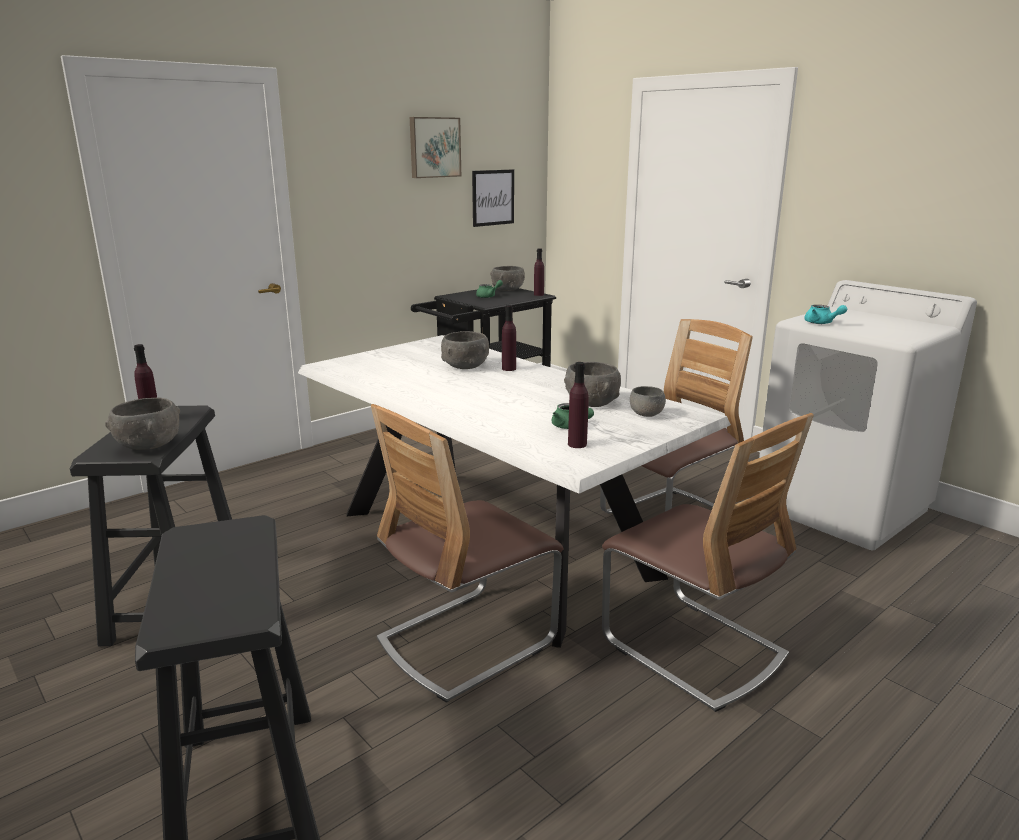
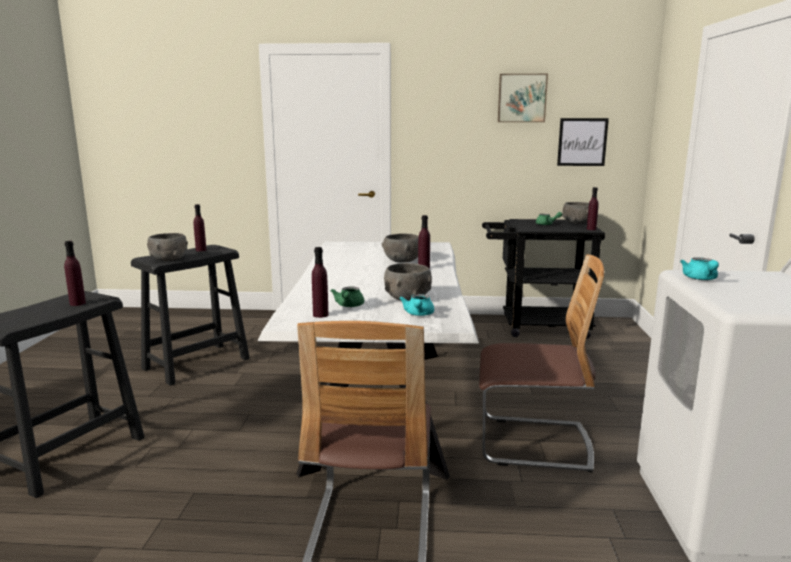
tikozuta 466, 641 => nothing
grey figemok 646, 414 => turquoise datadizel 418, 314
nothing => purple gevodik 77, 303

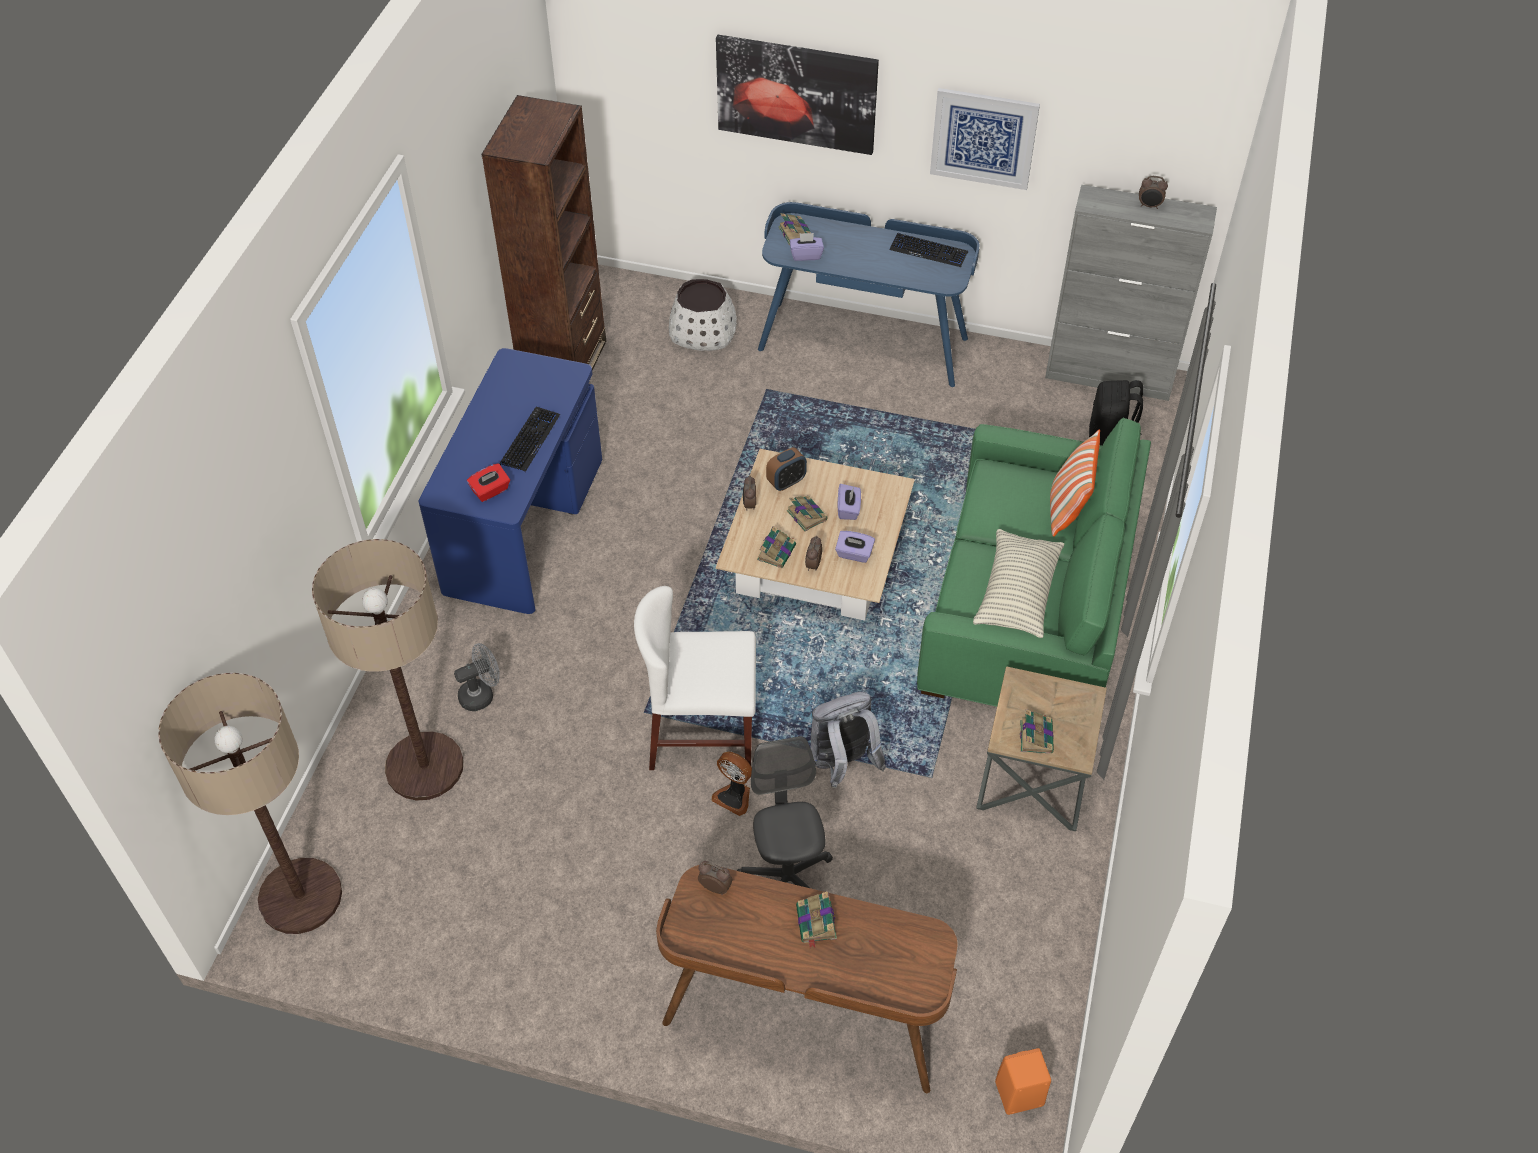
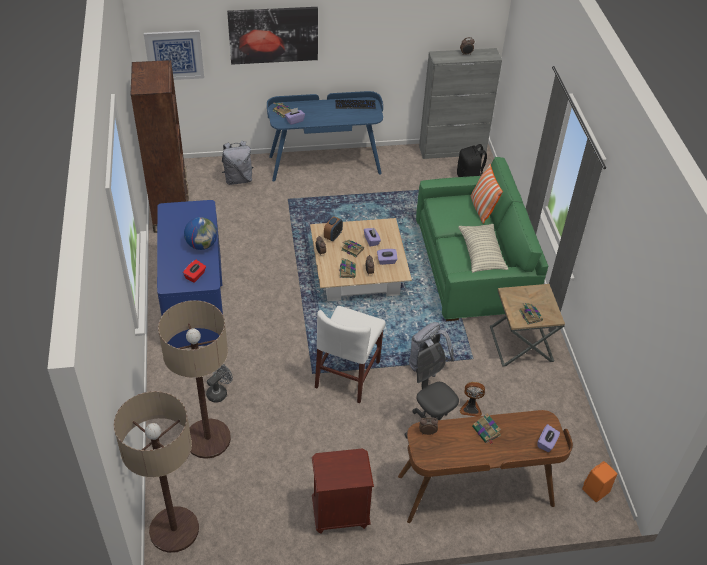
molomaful 530, 440 => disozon 202, 245
white tikozuta 701, 733 => white tikozuta 347, 374, 45 degrees counterclockwise
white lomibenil 702, 331 => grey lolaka 238, 179
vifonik 734, 796 => vifonik 471, 408, shifted
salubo 983, 138 => salubo 174, 55, shifted
nothing => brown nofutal 340, 514
nothing => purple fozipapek 547, 443

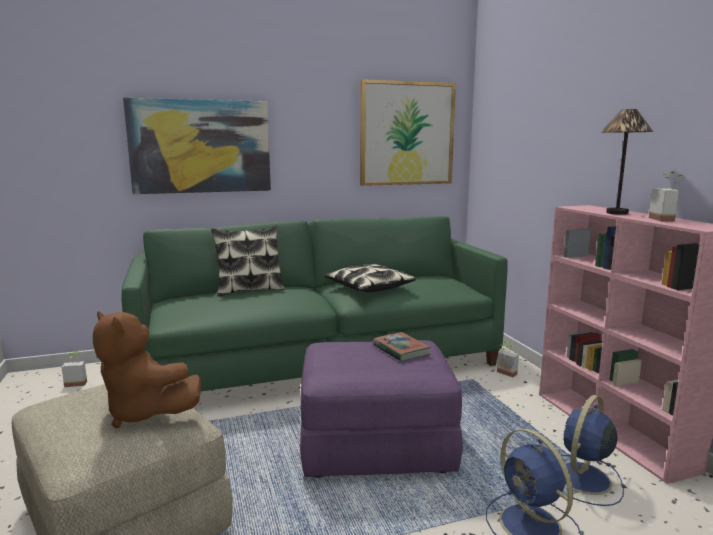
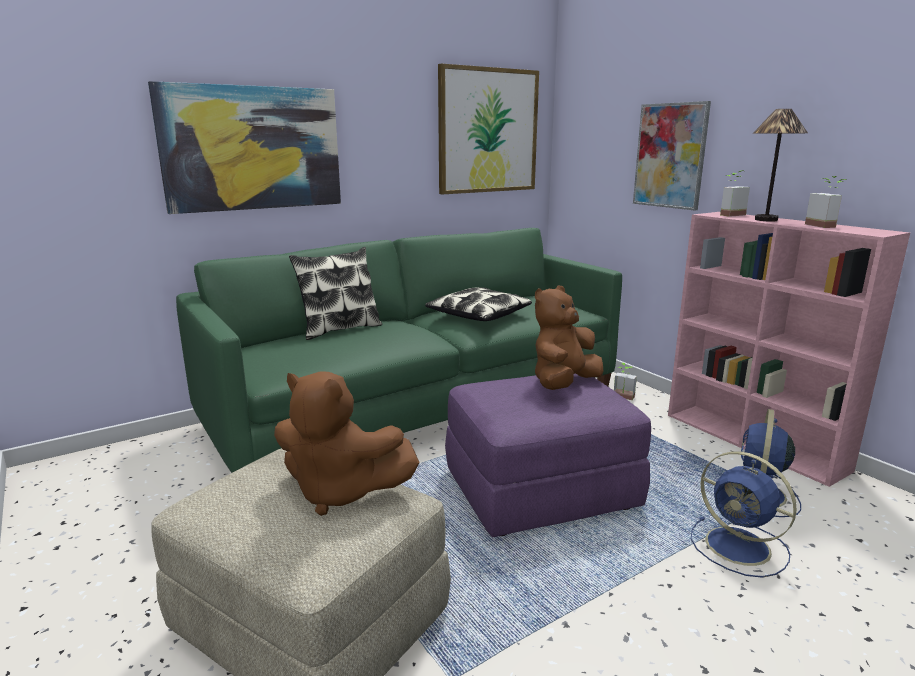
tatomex 77, 382 => tatomex 728, 214, shifted
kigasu 401, 350 => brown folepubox 563, 384
nothing => salubo 670, 156

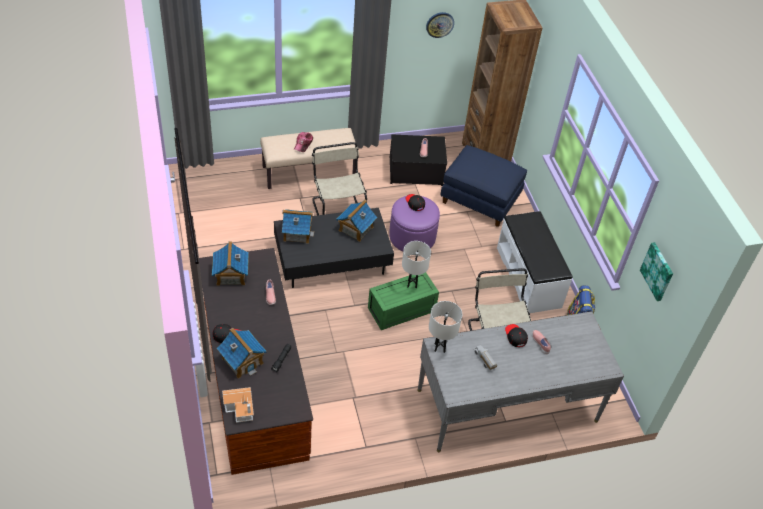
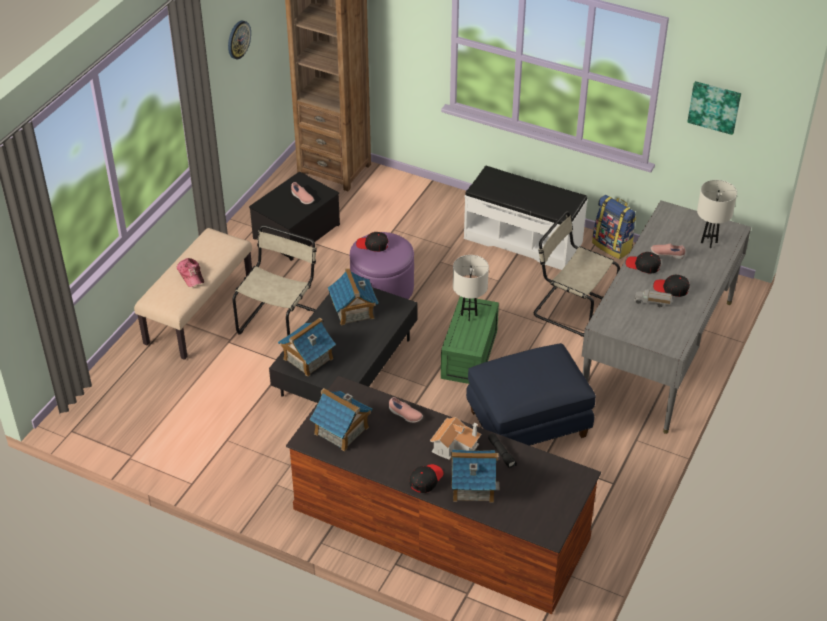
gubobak 241, 408 => gubobak 455, 445, shifted
beige tikozuta 337, 209 => beige tikozuta 280, 322, 90 degrees clockwise
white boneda 439, 348 => white boneda 709, 242, shifted
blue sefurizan 480, 200 => blue sefurizan 528, 423, shifted
nothing => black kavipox 671, 288

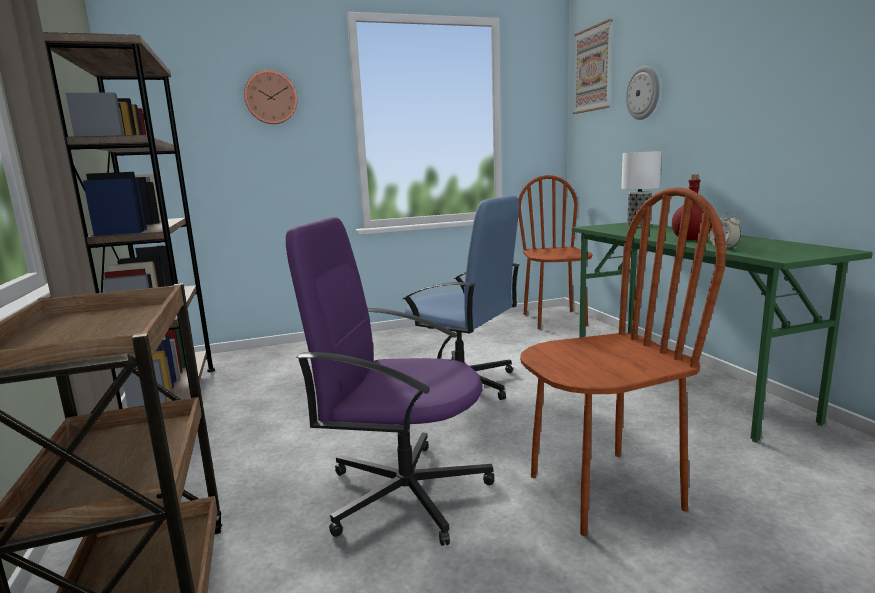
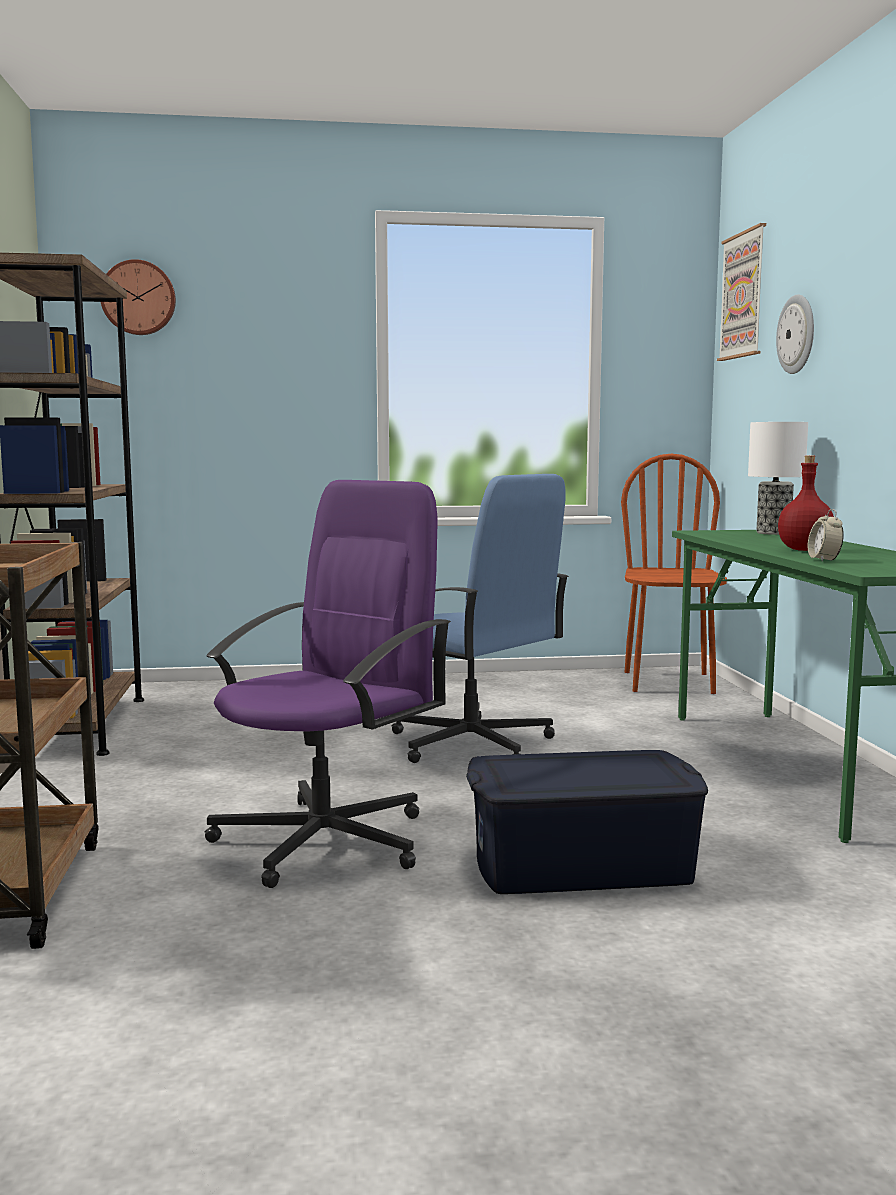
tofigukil 271, 97 => tofigukil 138, 298, shifted
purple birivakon 404, 492 => purple birivakon 326, 840, 105 degrees clockwise
brown tikozuta 603, 491 => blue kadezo 583, 866

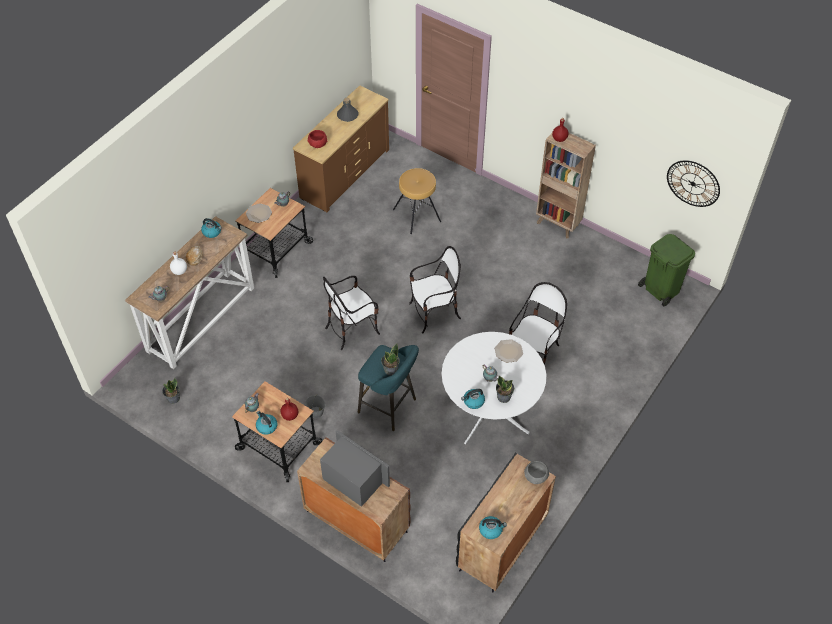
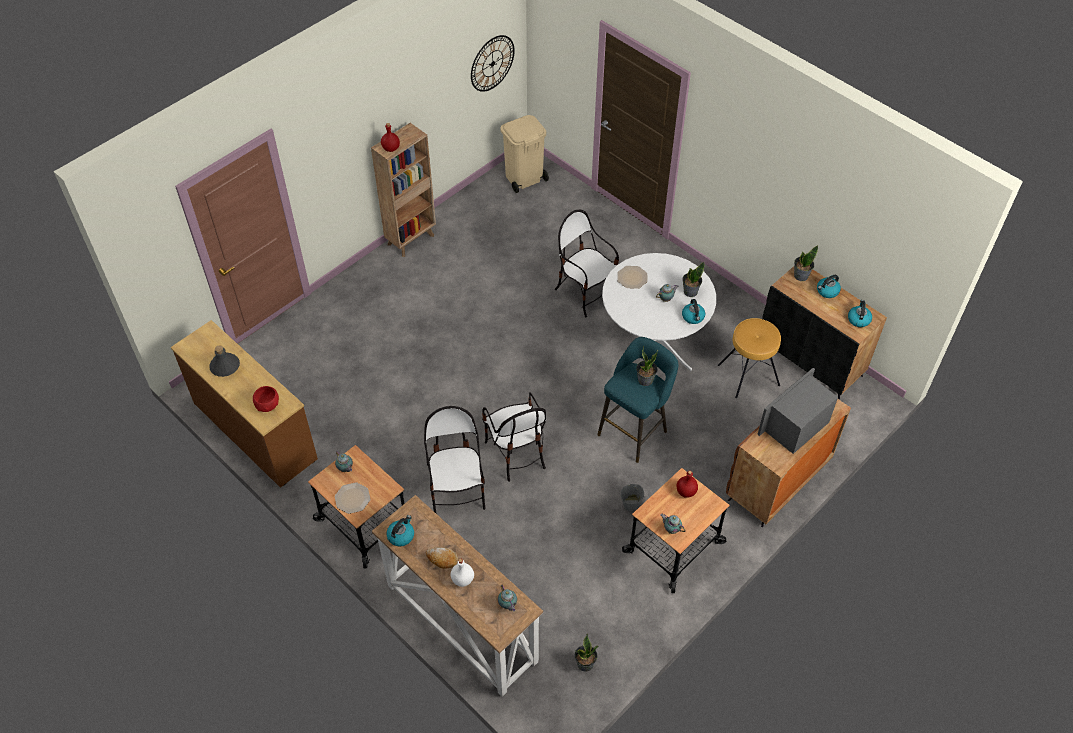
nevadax 266, 426 => nevadax 827, 291, shifted
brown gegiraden 417, 215 => brown gegiraden 748, 374, shifted
tikozuta 434, 313 => tikozuta 457, 491, shifted
grey figemok 535, 477 => tatomex 800, 275
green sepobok 660, 289 => beige sepobok 524, 178

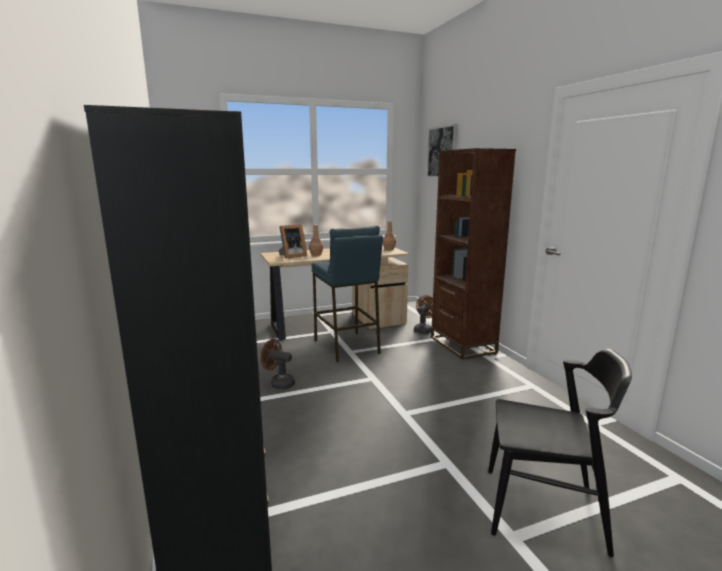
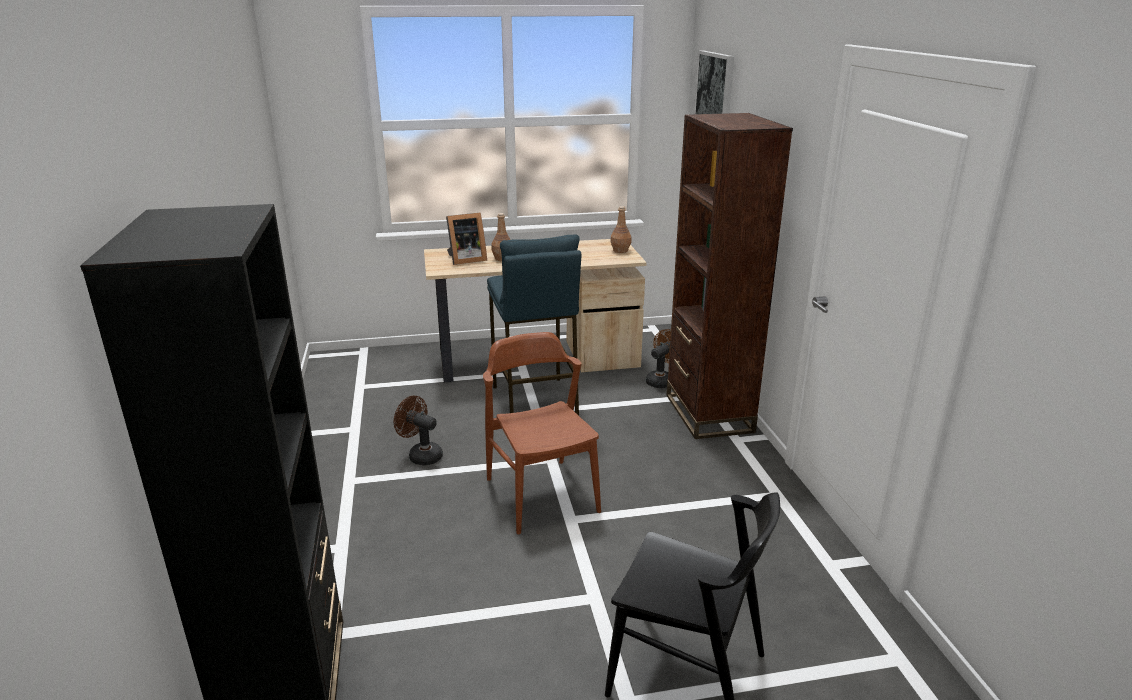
nothing => brown tikozuta 541, 494

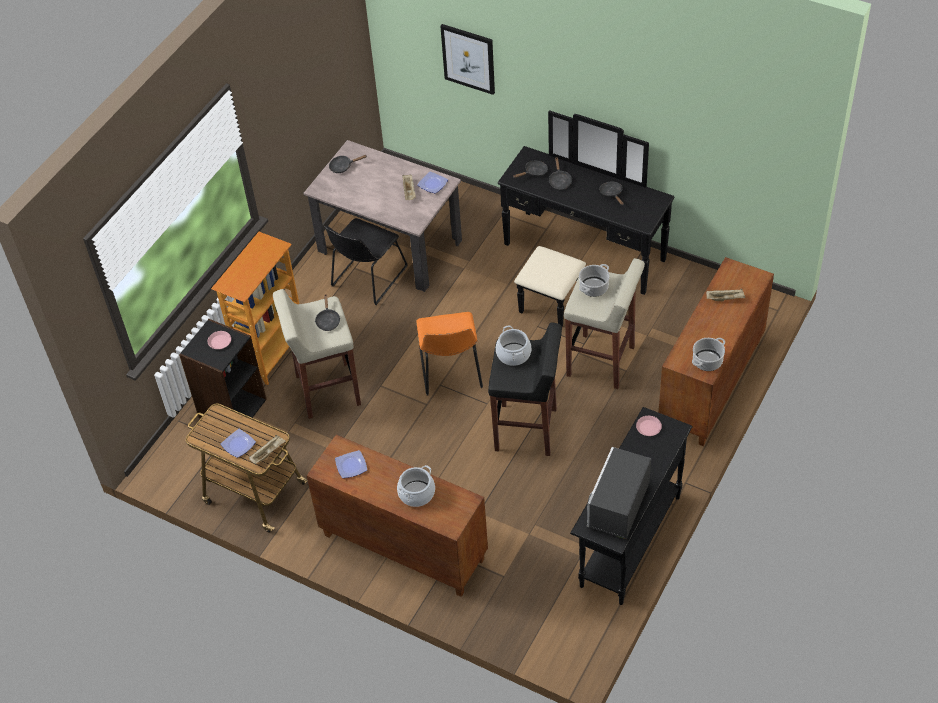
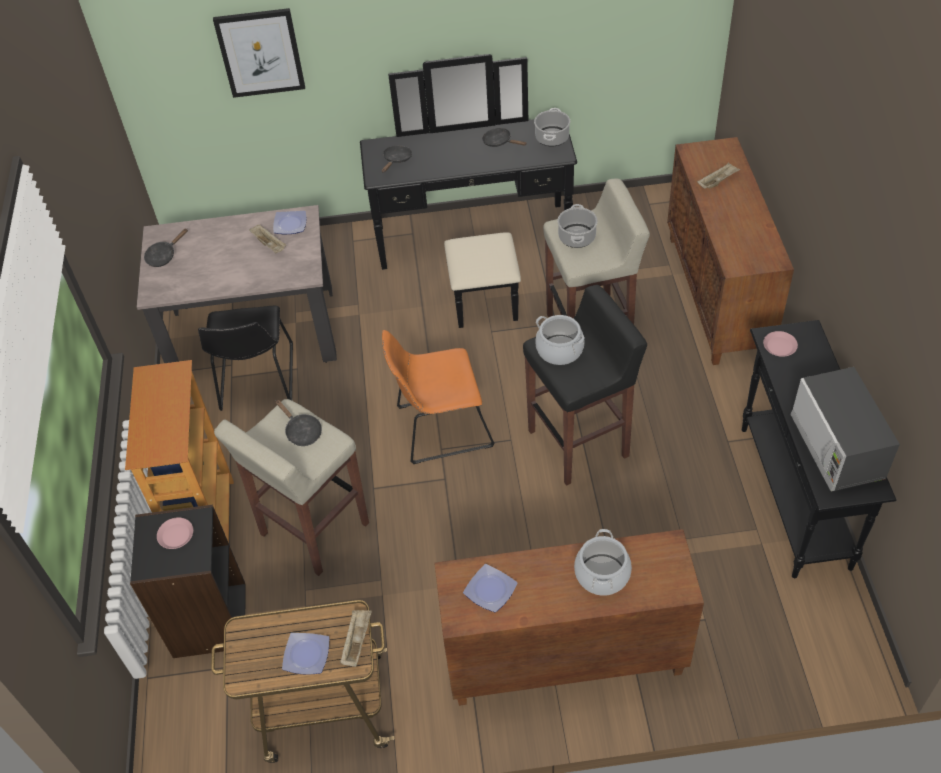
orange tikozuta 451, 371 => orange tikozuta 440, 427, 120 degrees clockwise
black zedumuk 559, 181 => nothing
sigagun 707, 361 => sigagun 552, 137, shifted

